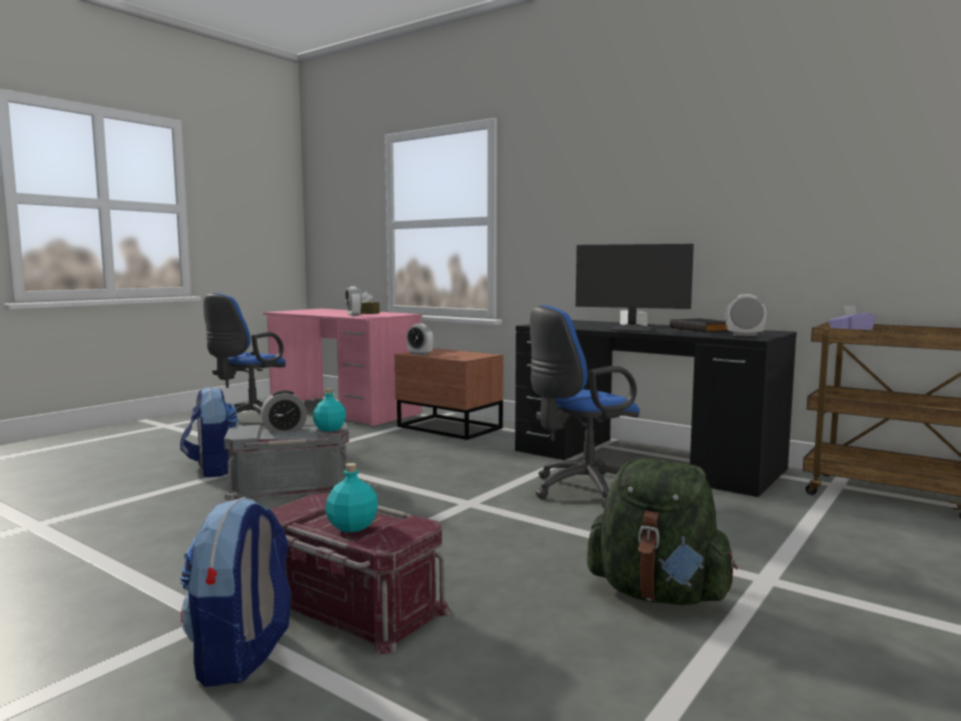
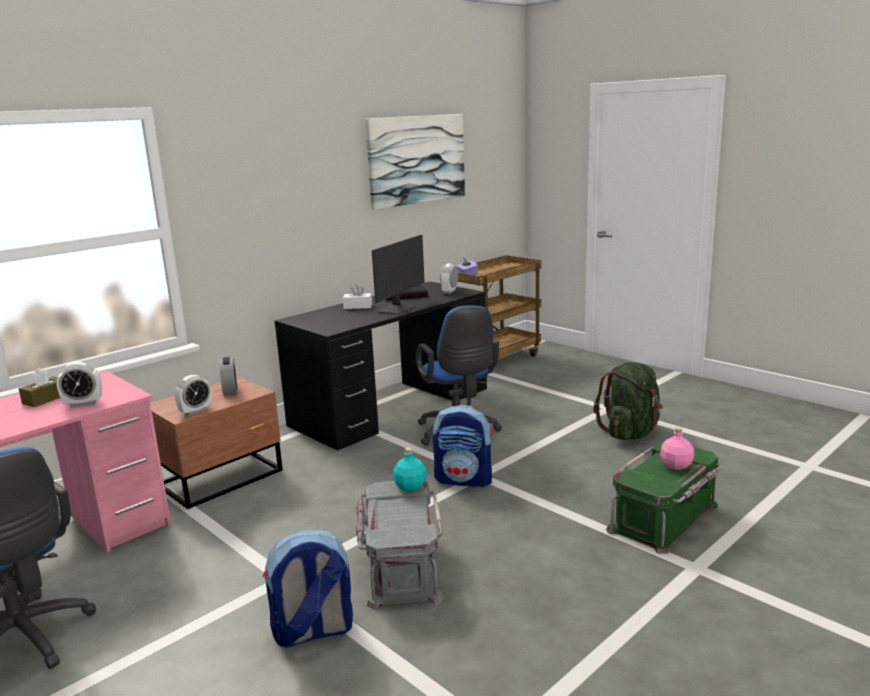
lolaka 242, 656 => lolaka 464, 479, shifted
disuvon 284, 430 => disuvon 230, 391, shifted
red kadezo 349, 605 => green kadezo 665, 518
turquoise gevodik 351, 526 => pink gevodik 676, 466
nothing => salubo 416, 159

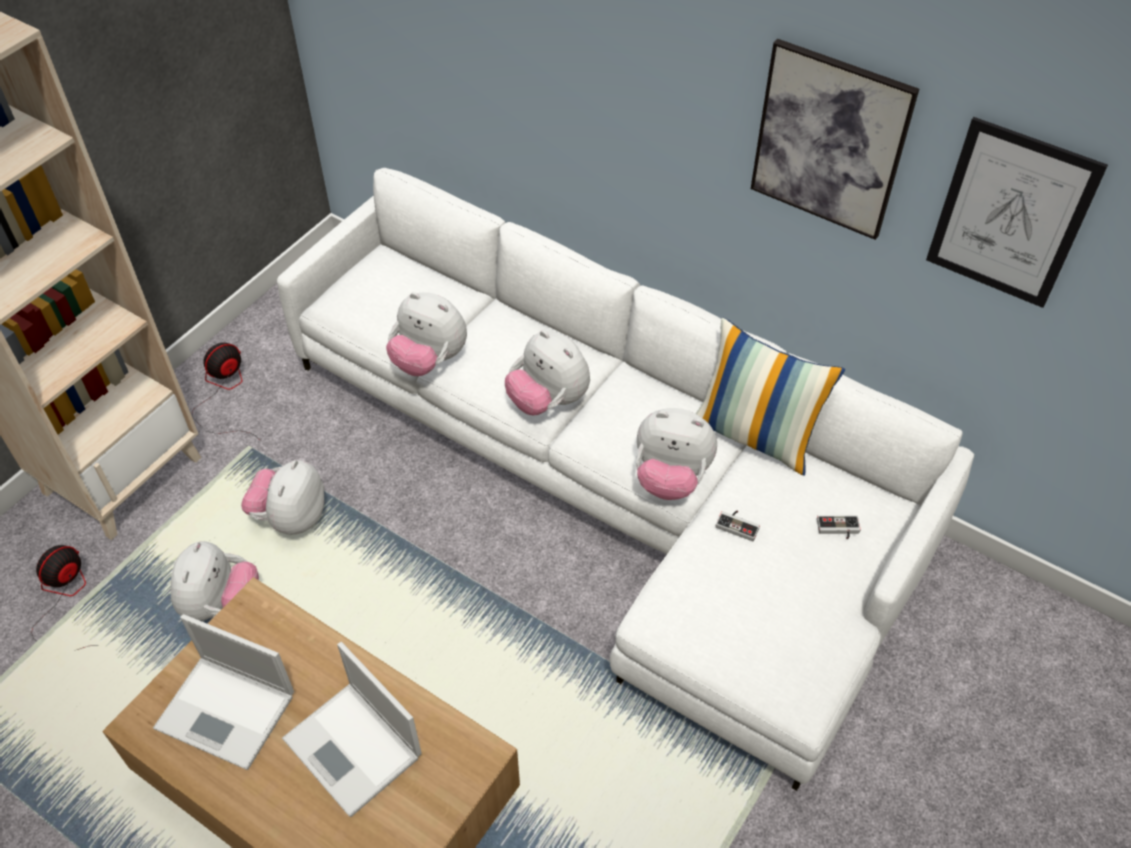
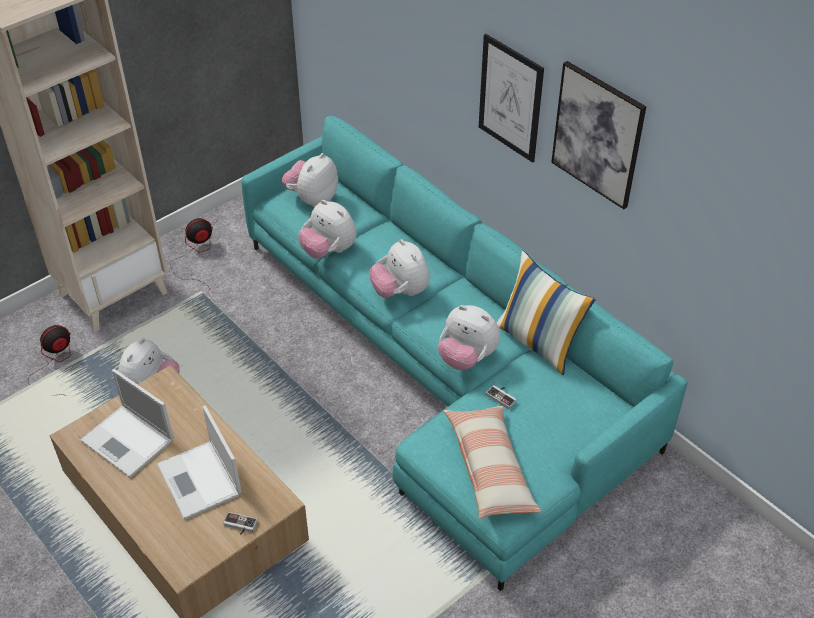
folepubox 291, 517 => folepubox 312, 198, shifted
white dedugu 617, 486 => turquoise dedugu 445, 368
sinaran 838, 530 => sinaran 239, 526, shifted
salubo 1010, 214 => salubo 510, 98, shifted
nothing => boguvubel 490, 469

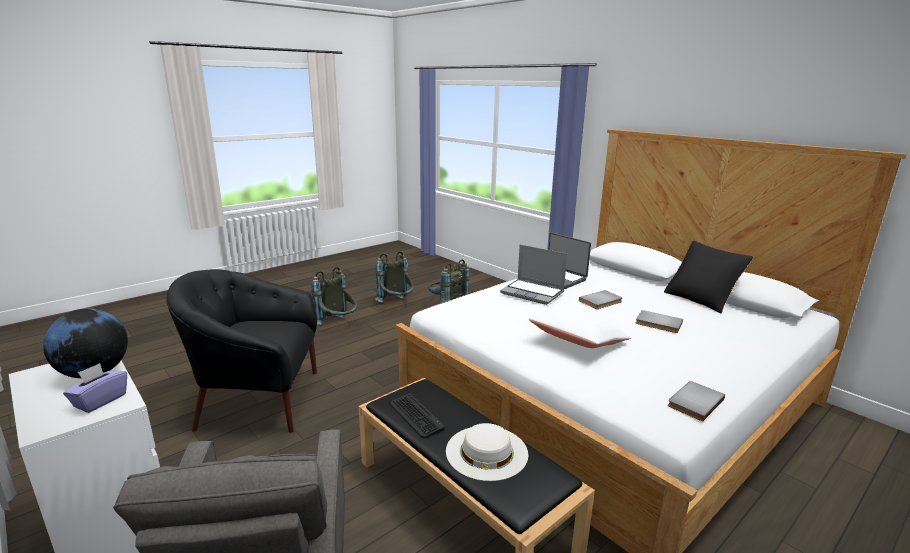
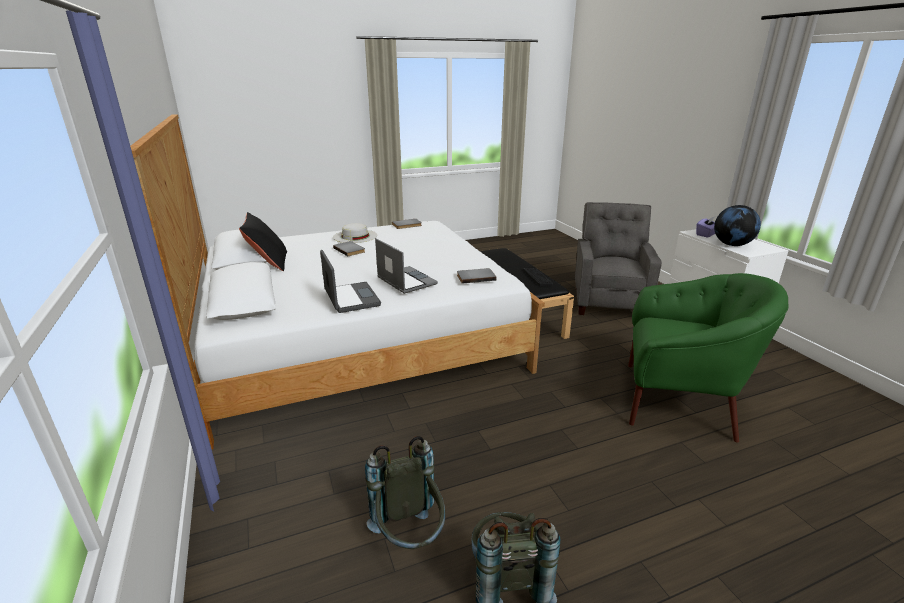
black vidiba 258, 399 => green vidiba 678, 400
grey lolaka 338, 325 => nothing
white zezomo 486, 452 => white zezomo 355, 236, shifted
white boguvubel 578, 342 => nothing
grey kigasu 601, 302 => grey kigasu 475, 277, shifted

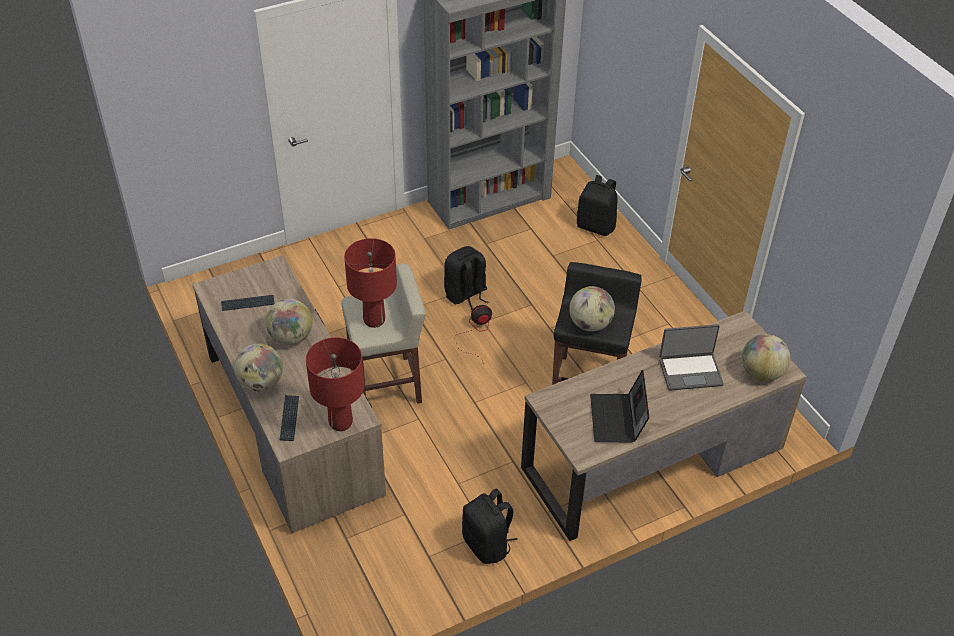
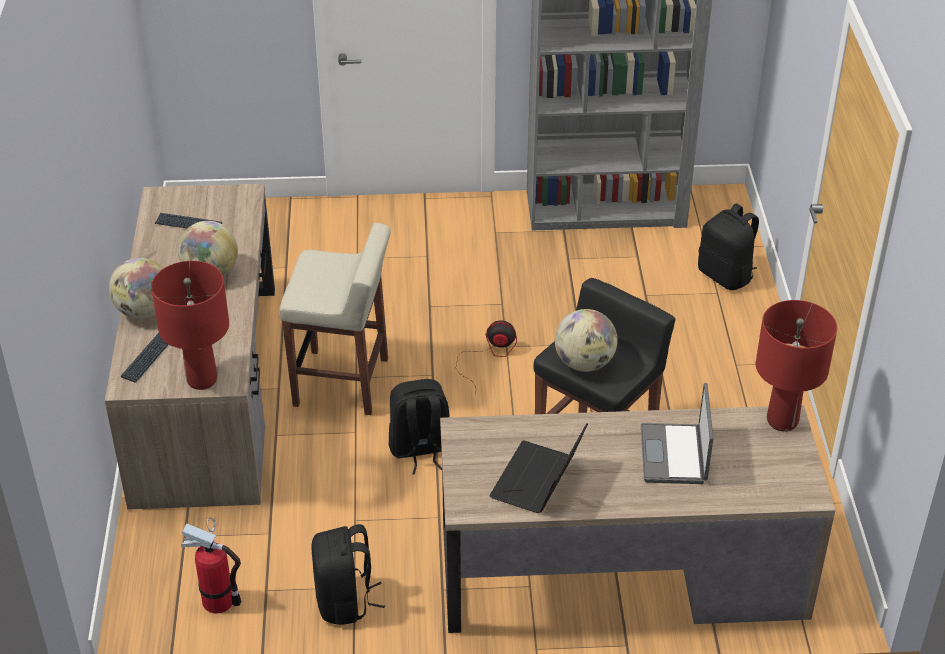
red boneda 374, 320 => red boneda 781, 420, shifted
black lolaka 466, 295 => black lolaka 420, 450, shifted
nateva 690, 371 => nateva 675, 455, 75 degrees clockwise
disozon 761, 373 => nothing
nothing => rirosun 218, 601

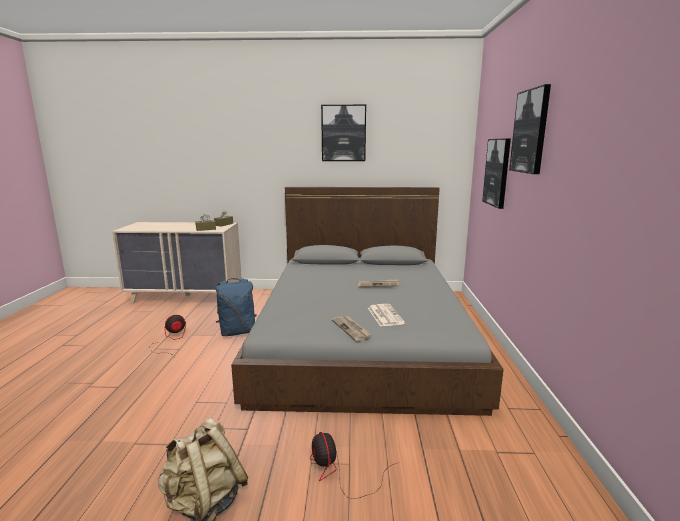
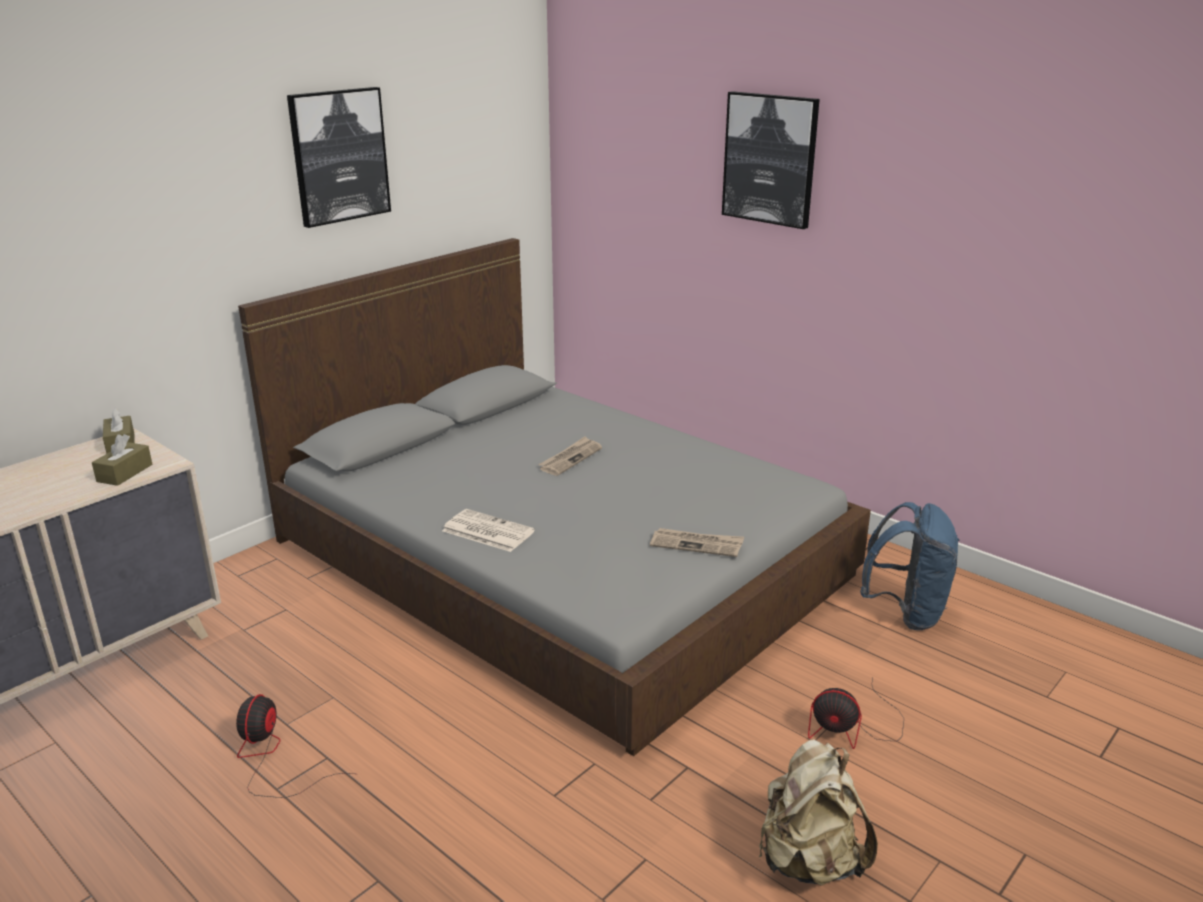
blue lolaka 237, 332 => blue lolaka 906, 612, shifted
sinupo 384, 315 => sinupo 486, 531, shifted
salubo 497, 172 => nothing

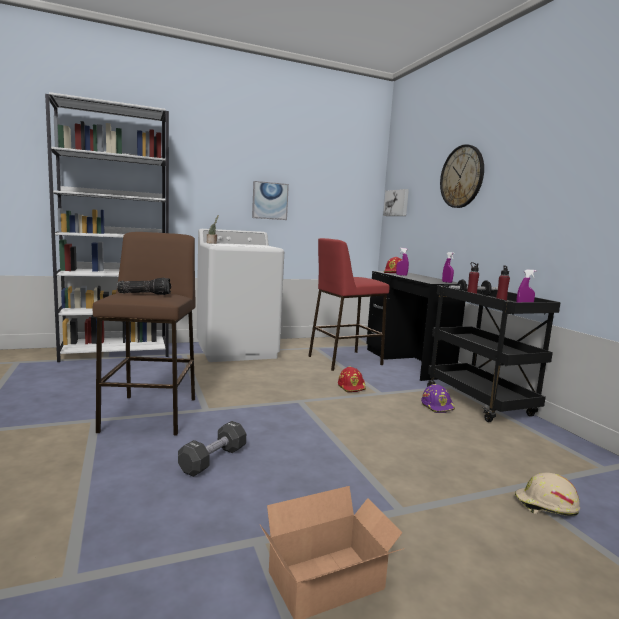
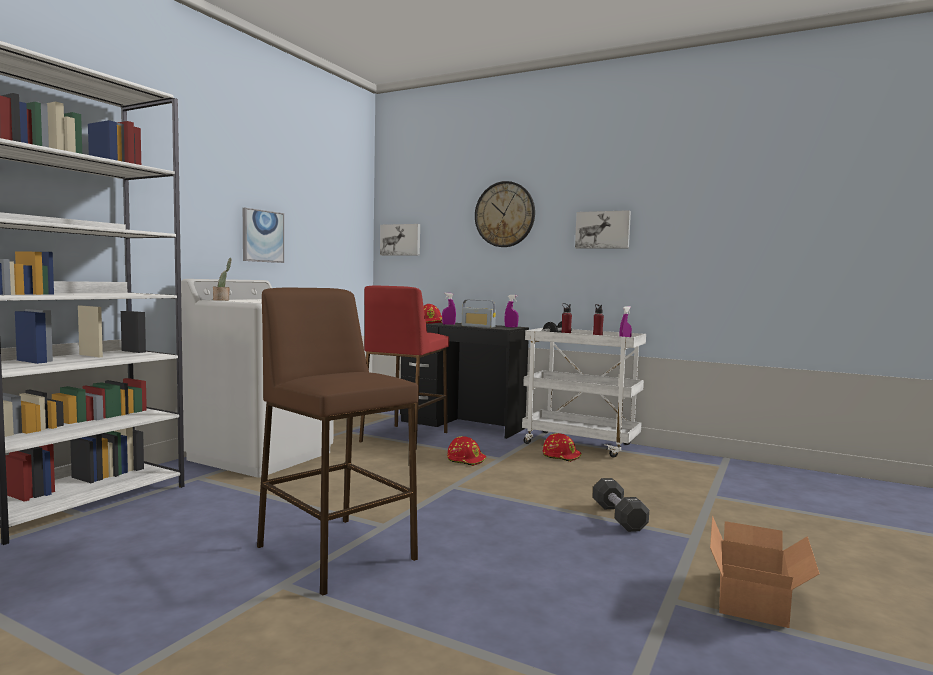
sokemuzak 145, 294 => nothing
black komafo 213, 460 => black komafo 618, 517, shifted
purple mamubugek 437, 406 => red mamubugek 561, 456
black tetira 480, 403 => white tetira 581, 444
beige mamubugek 545, 506 => nothing
nothing => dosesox 478, 326
nothing => salubo 603, 230

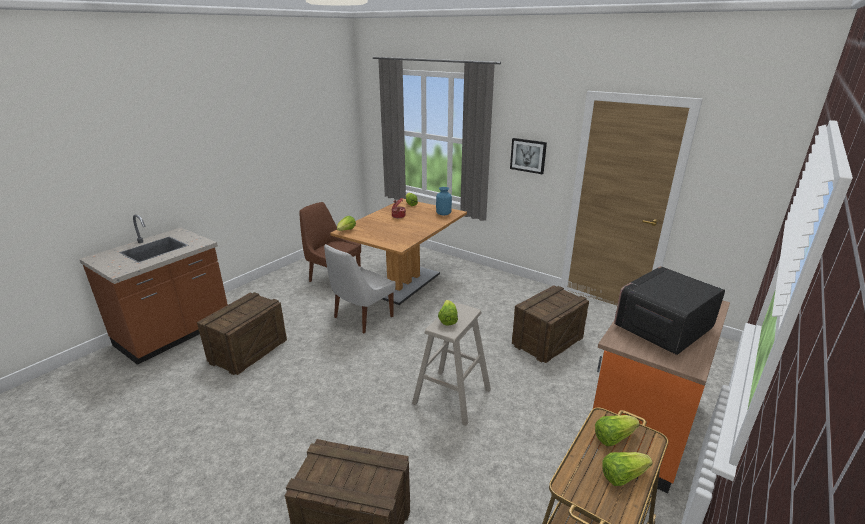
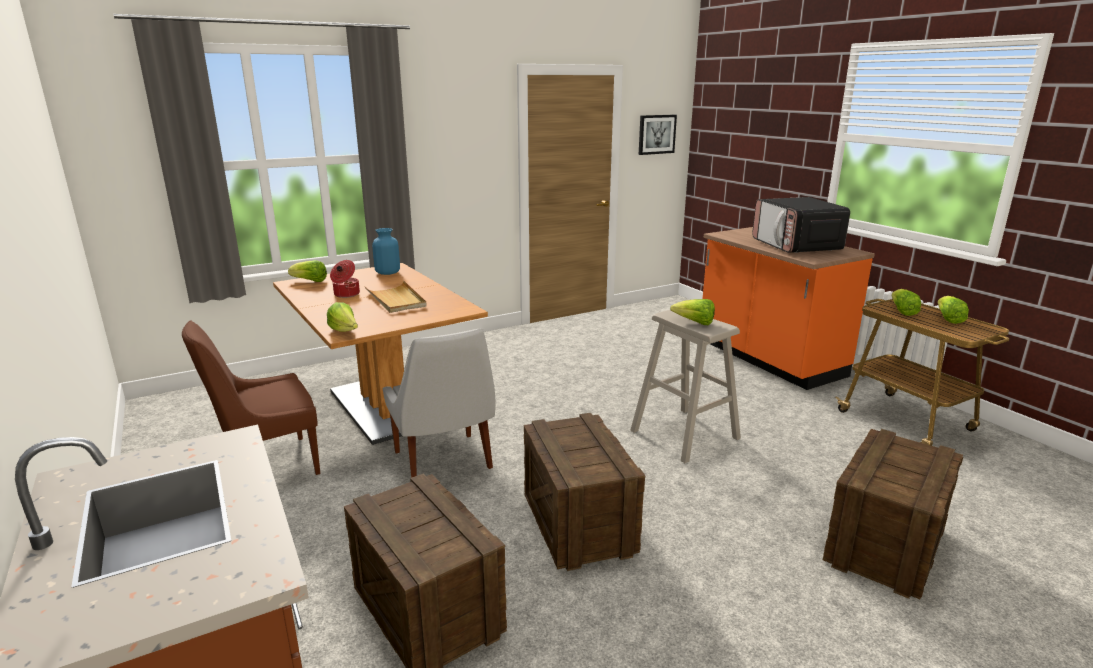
salubo 528, 155 => salubo 656, 134, shifted
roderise 547, 341 => roderise 578, 523, shifted
nothing => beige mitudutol 396, 300

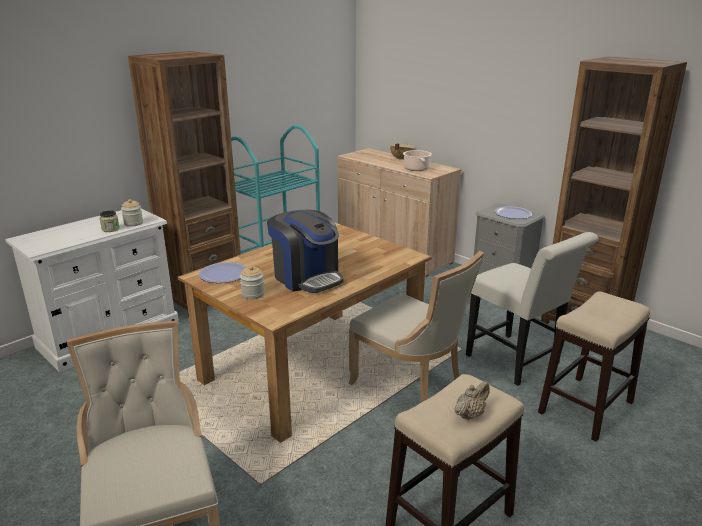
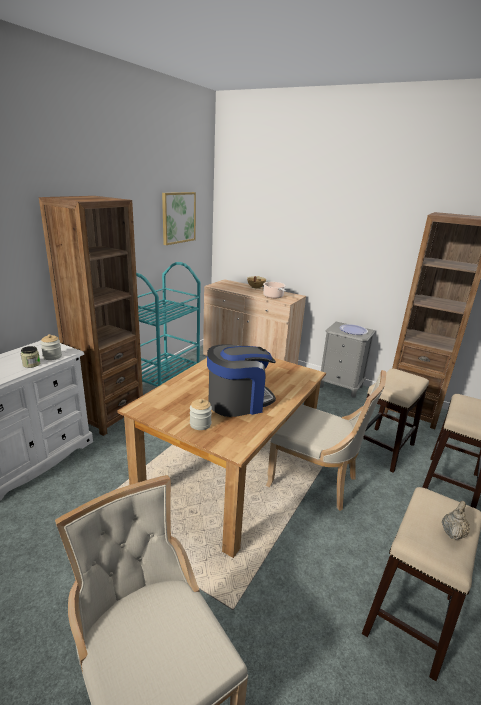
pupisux 223, 274 => nothing
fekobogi 307, 277 => fekobogi 238, 402, 60 degrees counterclockwise
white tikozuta 517, 362 => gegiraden 383, 449
nothing => salubo 178, 217

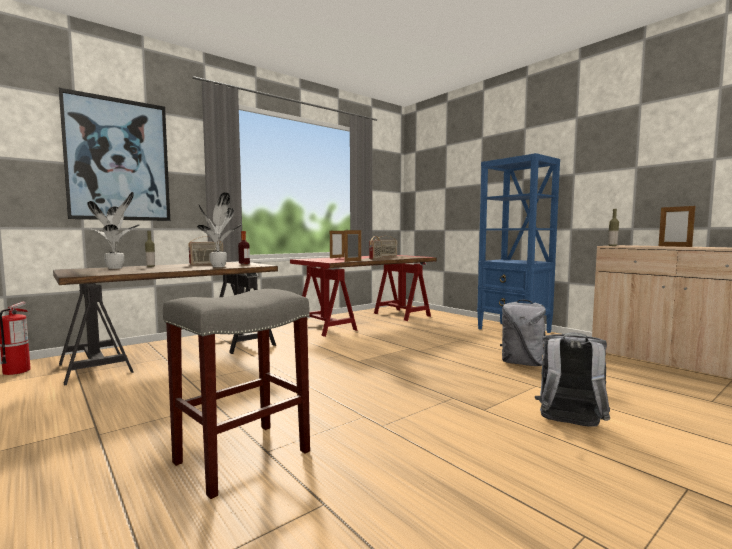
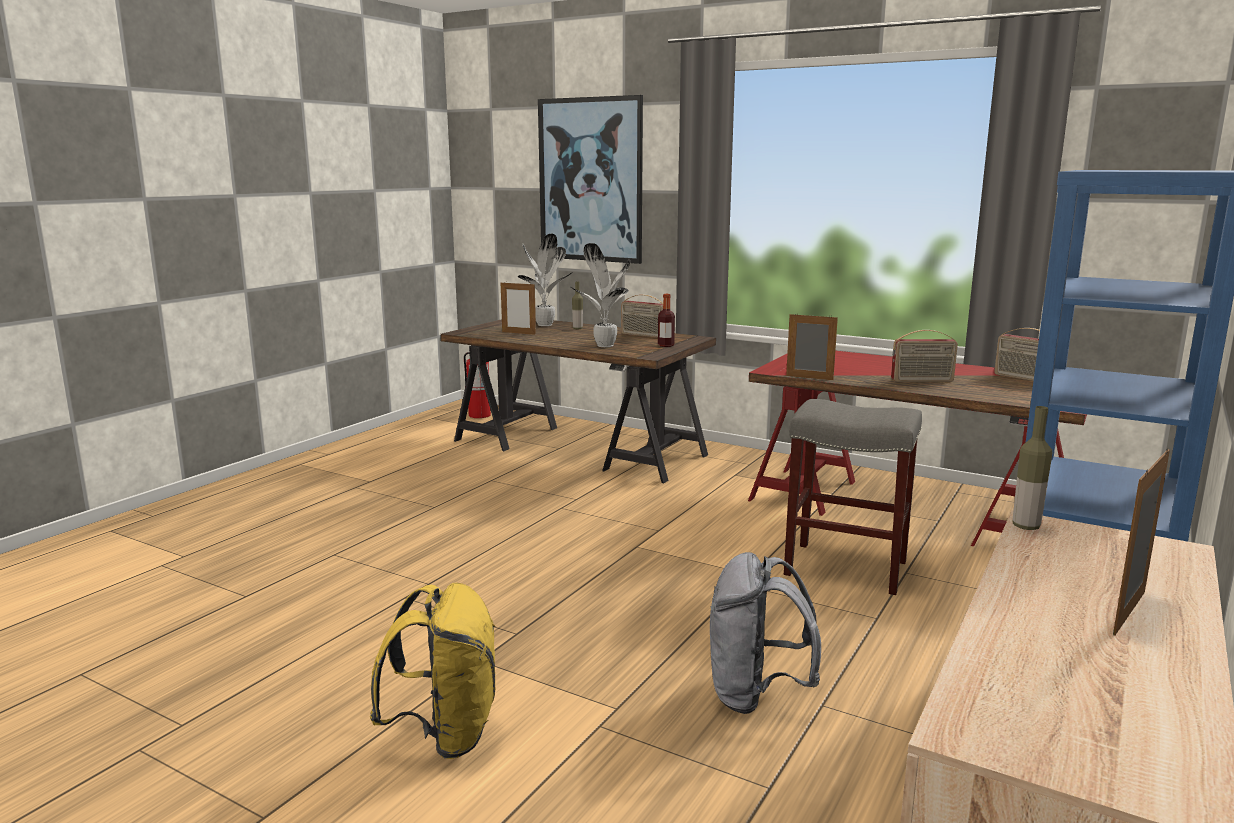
grey gegiraden 241, 458 => grey gegiraden 843, 568, shifted
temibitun 337, 257 => temibitun 519, 333, shifted
grey lolaka 569, 425 => yellow lolaka 445, 734

